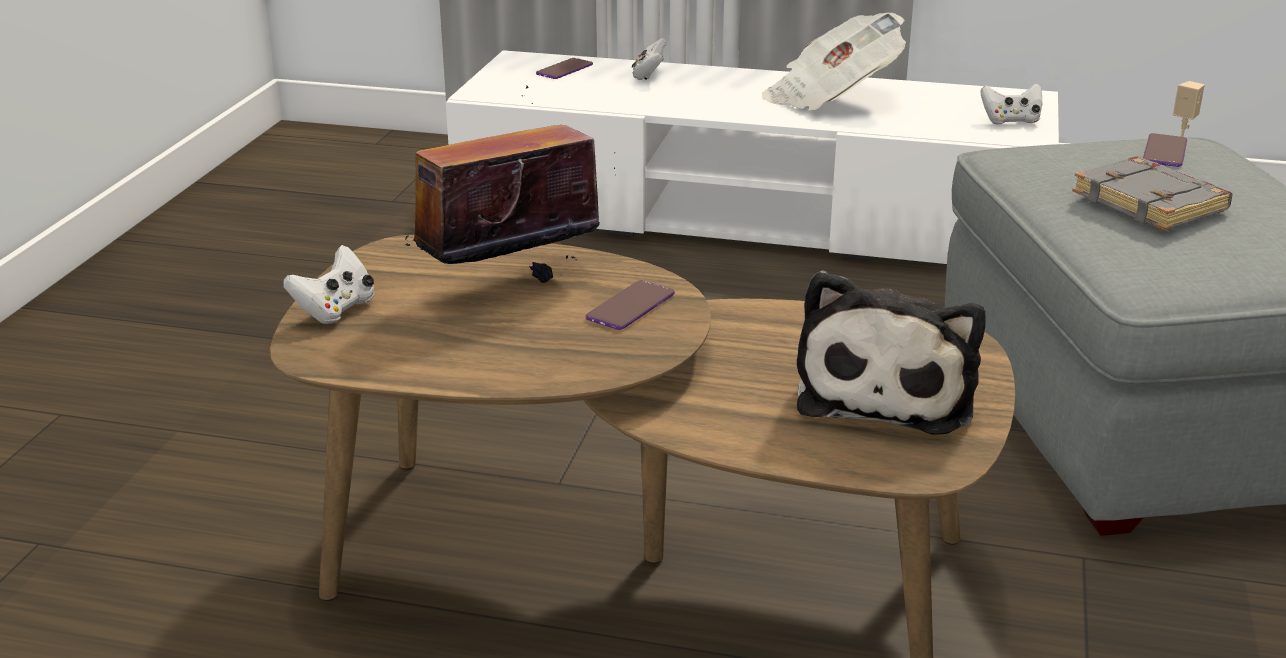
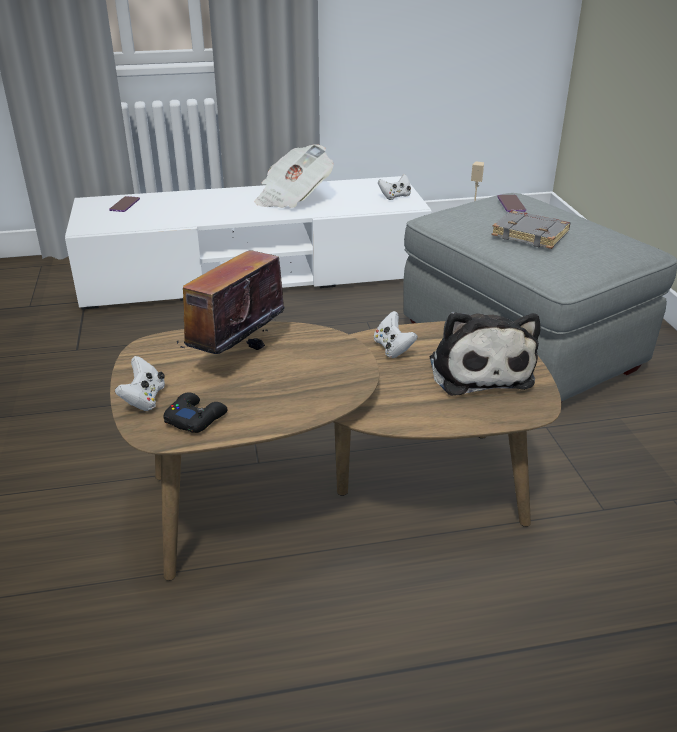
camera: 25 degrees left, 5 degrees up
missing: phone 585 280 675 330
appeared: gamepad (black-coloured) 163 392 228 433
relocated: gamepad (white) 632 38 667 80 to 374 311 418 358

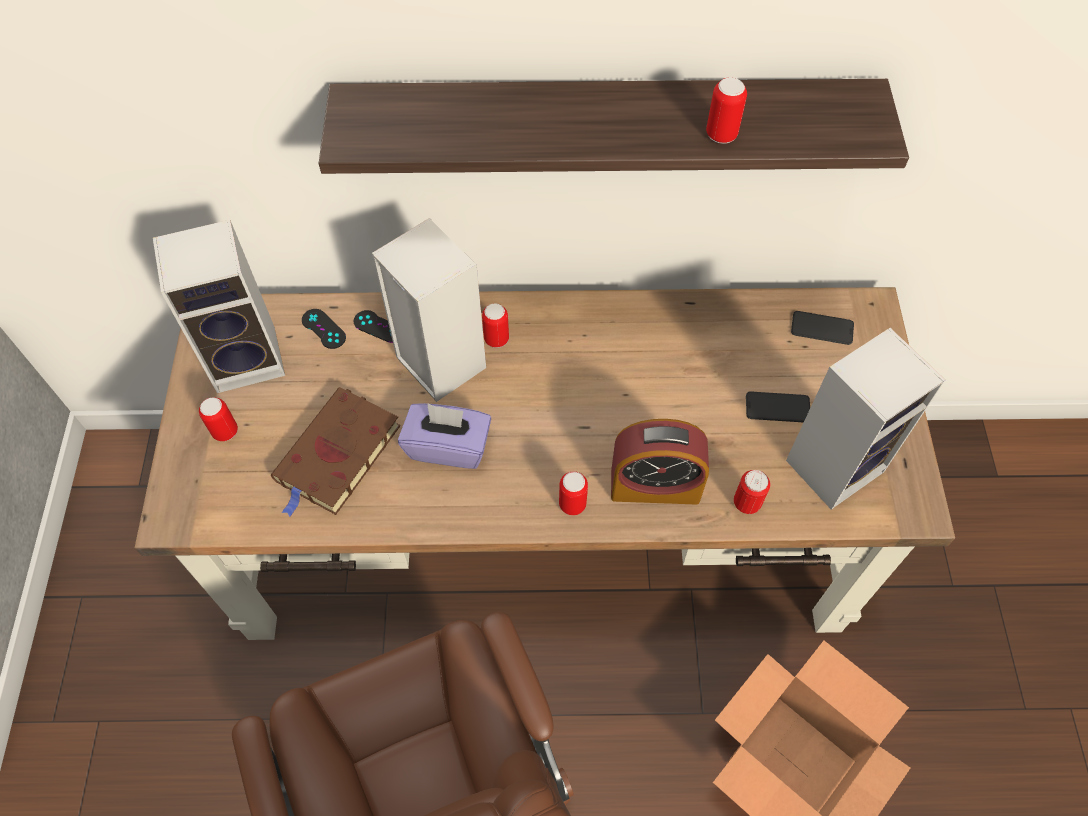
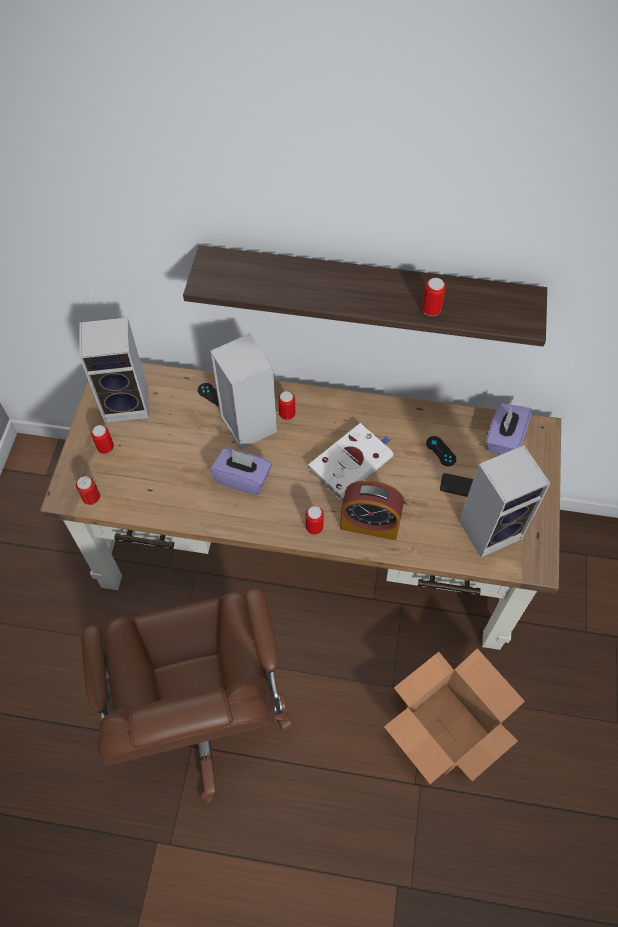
camera: 10 degrees right, 0 degrees up
missing: bound book (brown) 271 387 400 517
appeared: bound book (white) 308 423 394 500
relocated: gamepad (black-coloured) 302 309 346 349 to 426 436 456 466; metal can 734 470 770 514 to 76 476 100 505
exchanged: phone 791 311 854 345 to box of tissues (purple) 486 403 532 455

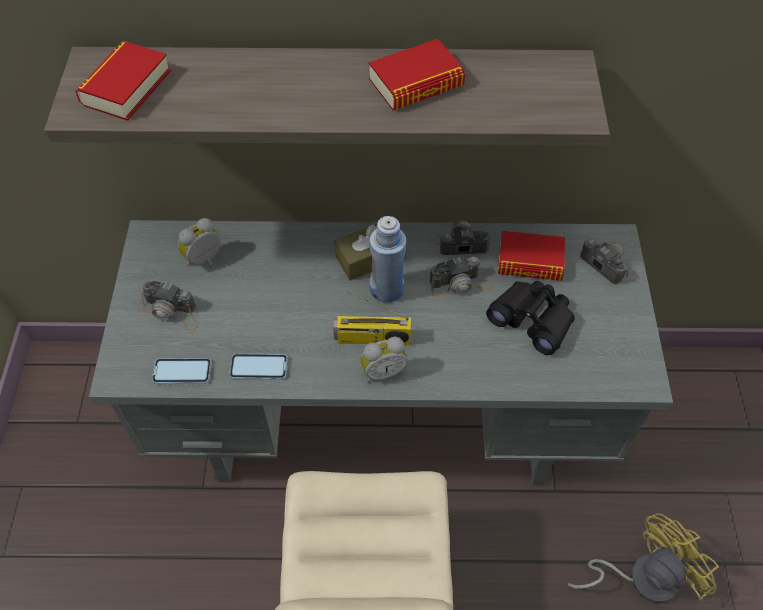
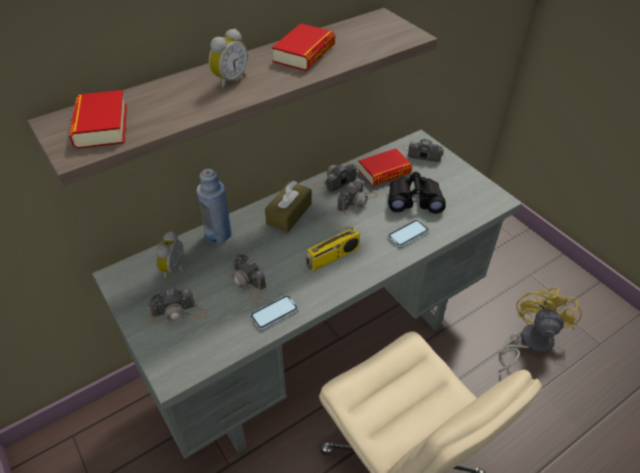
camera: 35 degrees left, 10 degrees down
appeared: still camera 228 253 266 304
relocated: phone 152 358 212 384 to 388 219 429 247; alarm clock 360 337 408 383 to 209 28 248 89; drink bottle (blue) 370 216 406 303 to 197 168 231 243

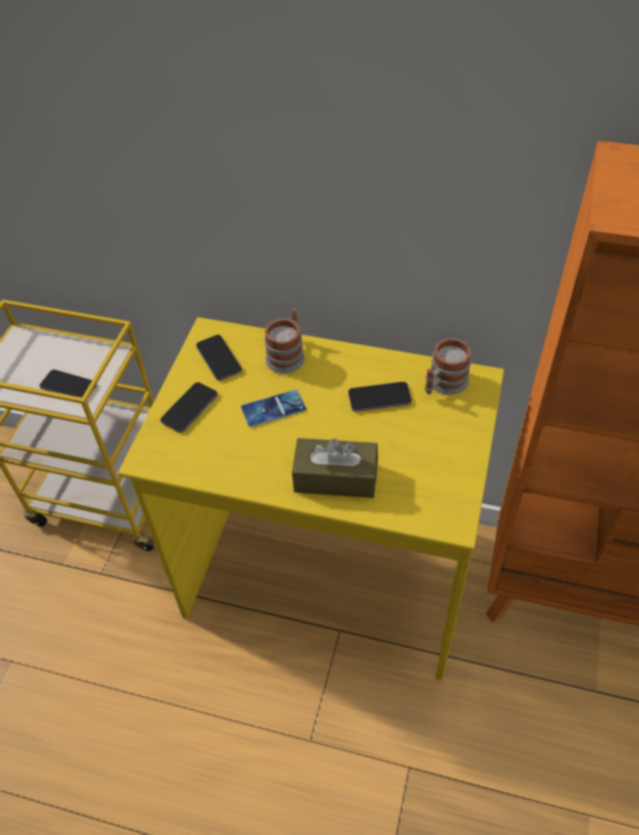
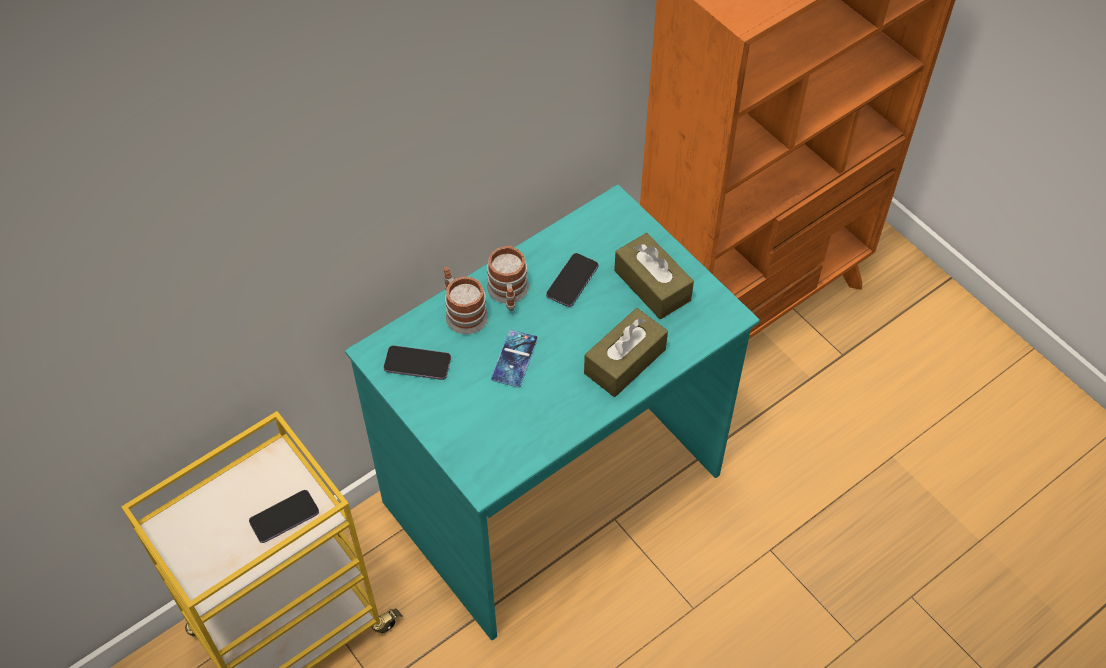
camera: 55 degrees left, 5 degrees up
missing: phone 160 382 218 433
appeared: box of tissues (brown) 614 233 694 319
relocated: mug 425 338 471 395 to 487 246 529 311
colour: desk table (yellow) 118 317 504 681 to desk table (turquoise-coloured) 345 185 760 640

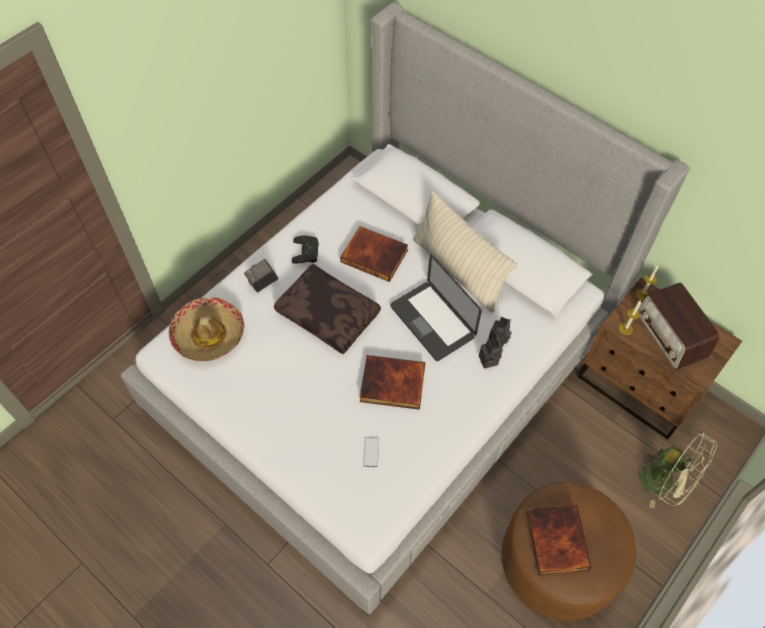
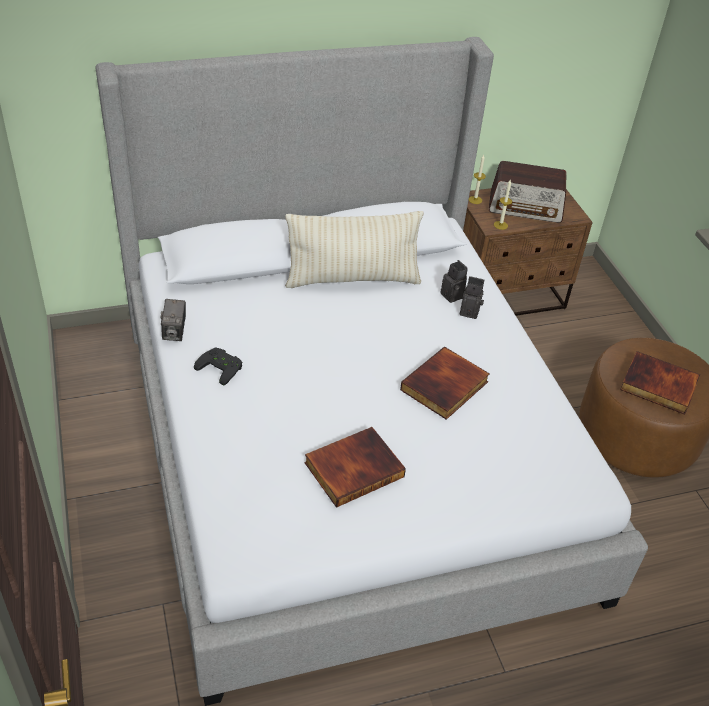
camera: 60 degrees left, 15 degrees down
missing: wearable hat 168 297 244 361; cushion (brown) 274 264 381 354; phone 363 437 379 467; laptop 390 254 482 361; cooling fan (greenish) 637 432 717 508
relocated: still camera 244 259 278 292 to 160 299 186 341; bound book 340 226 408 282 to 304 427 406 508

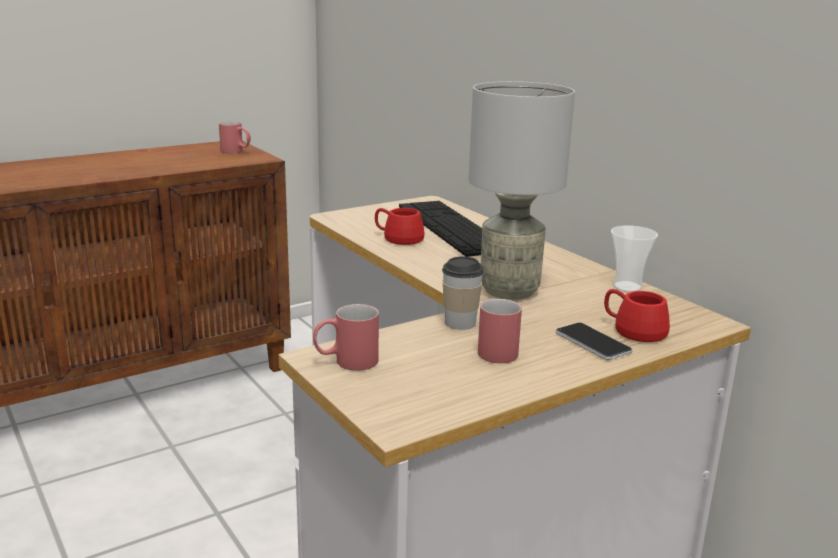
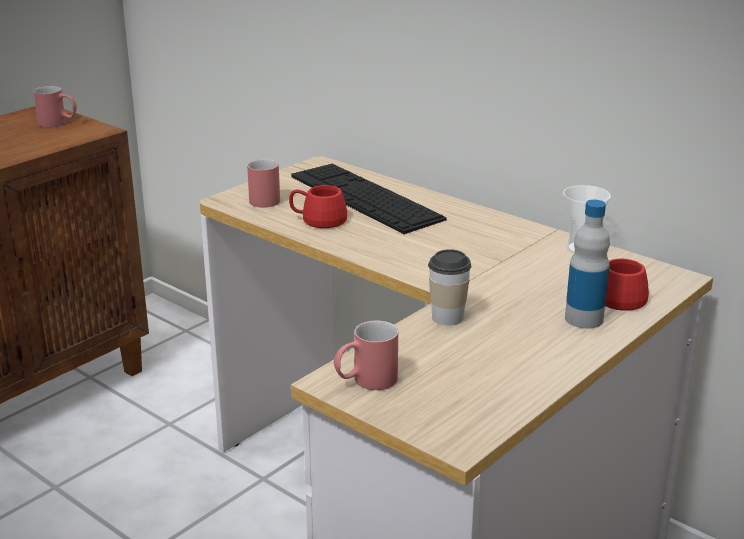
camera: 15 degrees left, 5 degrees up
missing: lamp for a table (greyish) 469 81 575 300
relocated: mug (red-coloured) 478 299 522 363 to 247 159 280 208
exchanged: phone 556 323 632 360 to drink bottle 565 200 610 329

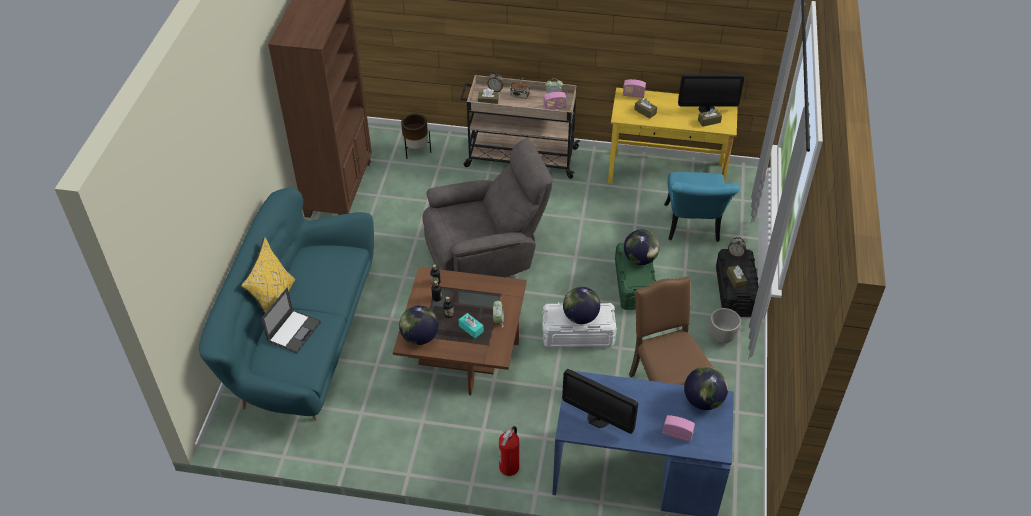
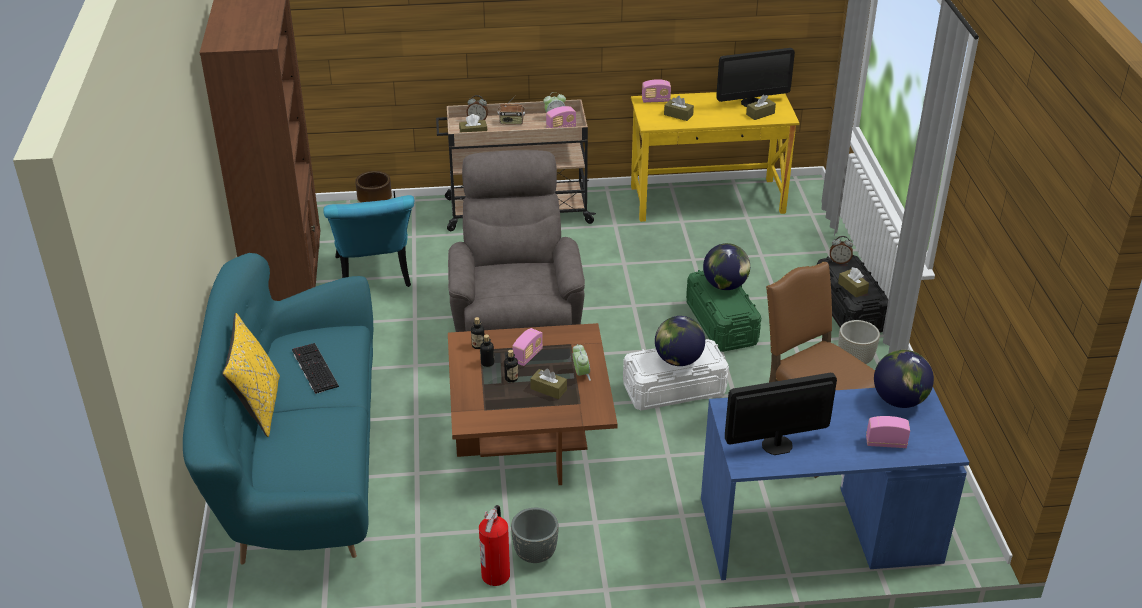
camera: 15 degrees left, 10 degrees down
missing: laptop 261 287 321 353; desk globe 399 306 439 345
appeared: keyboard 292 343 339 394; flower pot (greyish) 511 508 559 563; radio set 512 328 543 366
relocated: fire extinguisher 499 426 519 476 to 479 505 510 586; upright chair (turquoise-coloured) 664 172 740 242 to 323 195 414 287
colour: box of tissues (turquoise-coloured) 459 313 484 338 to box of tissues (brown) 530 369 567 399
spun: lounge chair (greyish) 422 140 553 277 = 448 150 585 332 60 degrees counterclockwise; computer screen 562 369 638 434 = 725 373 837 455 150 degrees clockwise

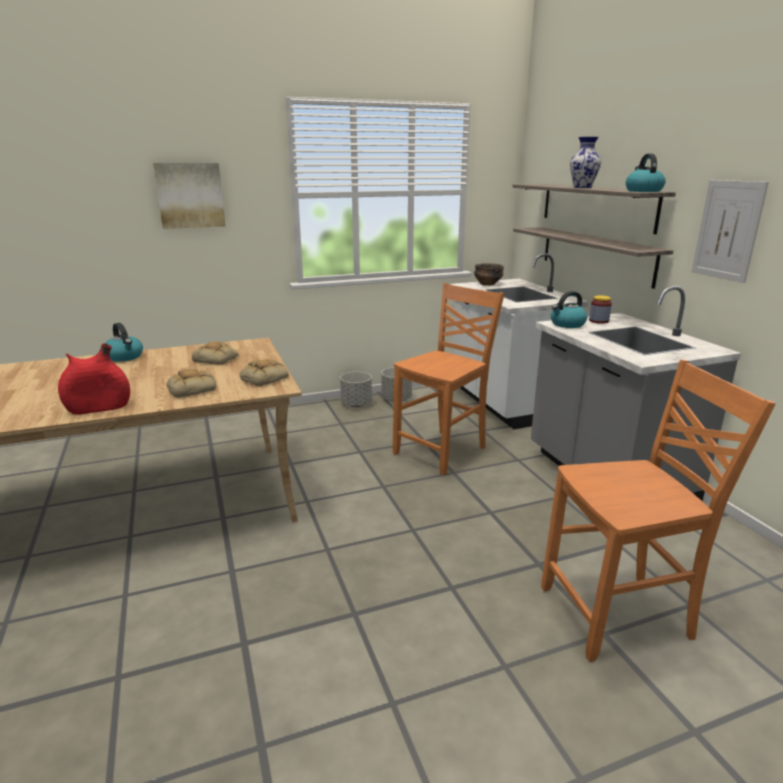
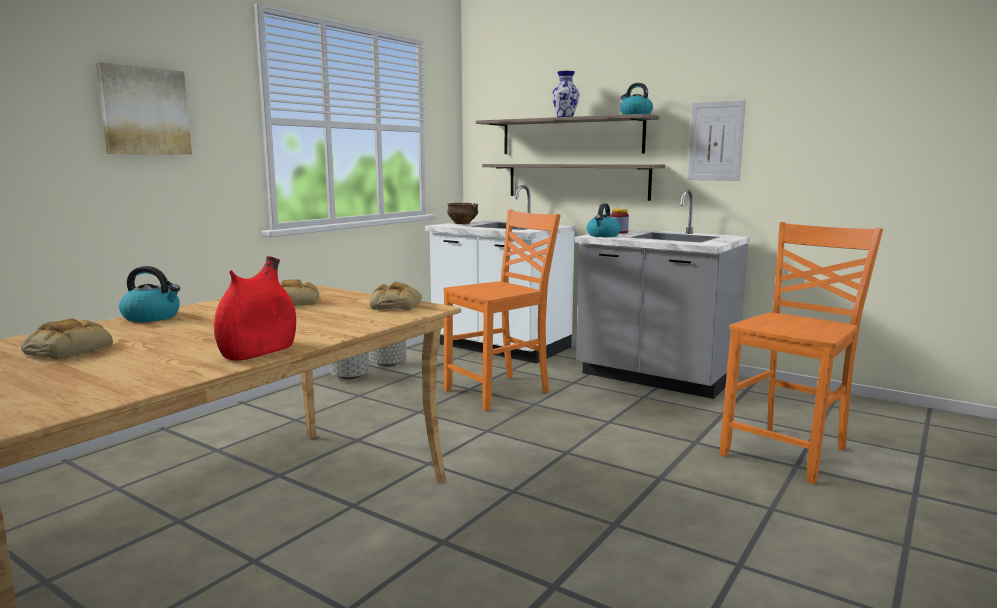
camera: 35 degrees left, 10 degrees down
relocated: bread 166 369 216 398 to 21 319 113 359
spun: upright chair (orange) 393 283 504 476 = 444 210 561 411 45 degrees clockwise

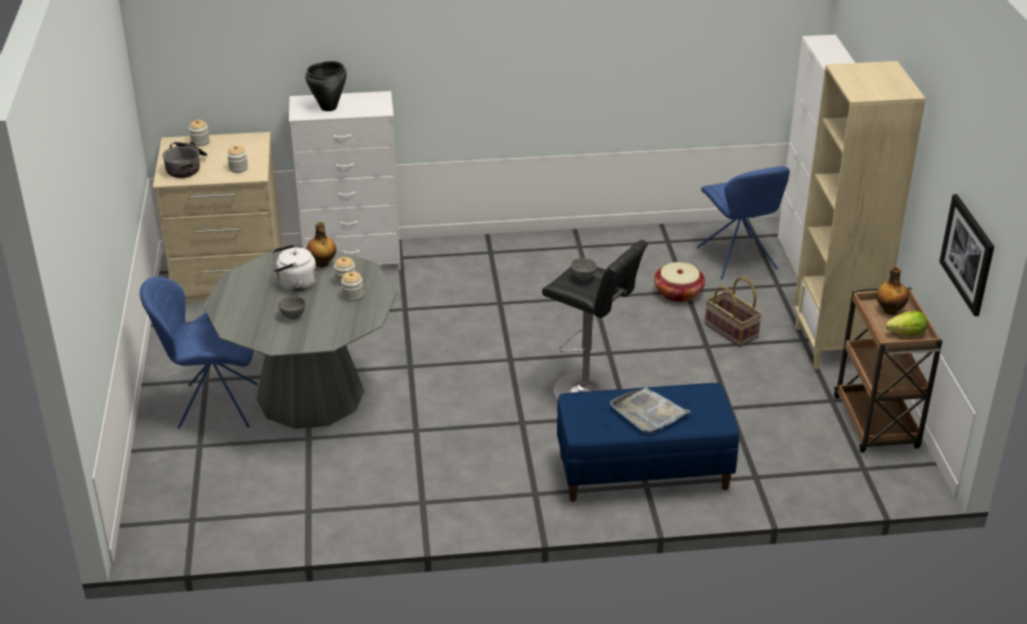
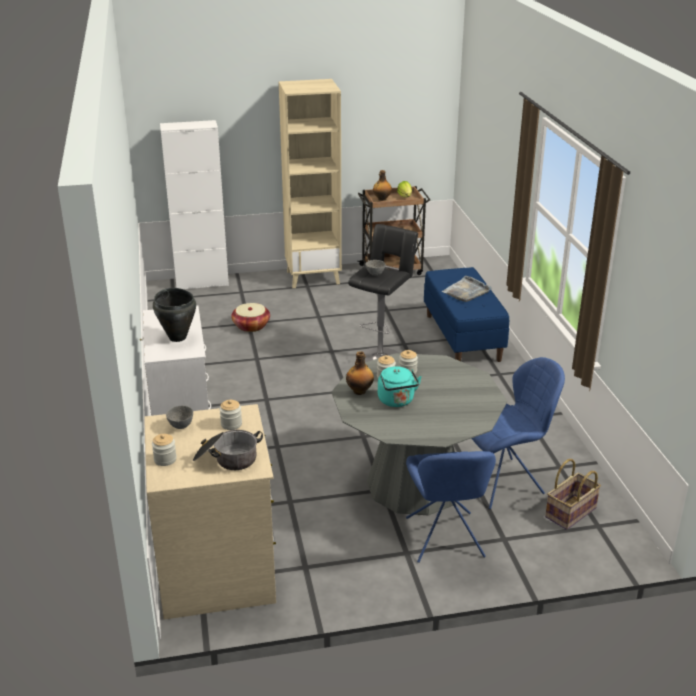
camera: 95 degrees left, 5 degrees down
missing: wall picture 939 194 994 316
relocated: serving bowl (greyish) 278 296 306 319 to 166 406 193 429; upright chair (blue) 697 166 790 279 to 471 357 565 509; household basket 705 277 762 347 to 545 459 601 530
colour: water kettle (white) 272 244 317 291 to water kettle (turquoise-coloured) 378 366 422 407

